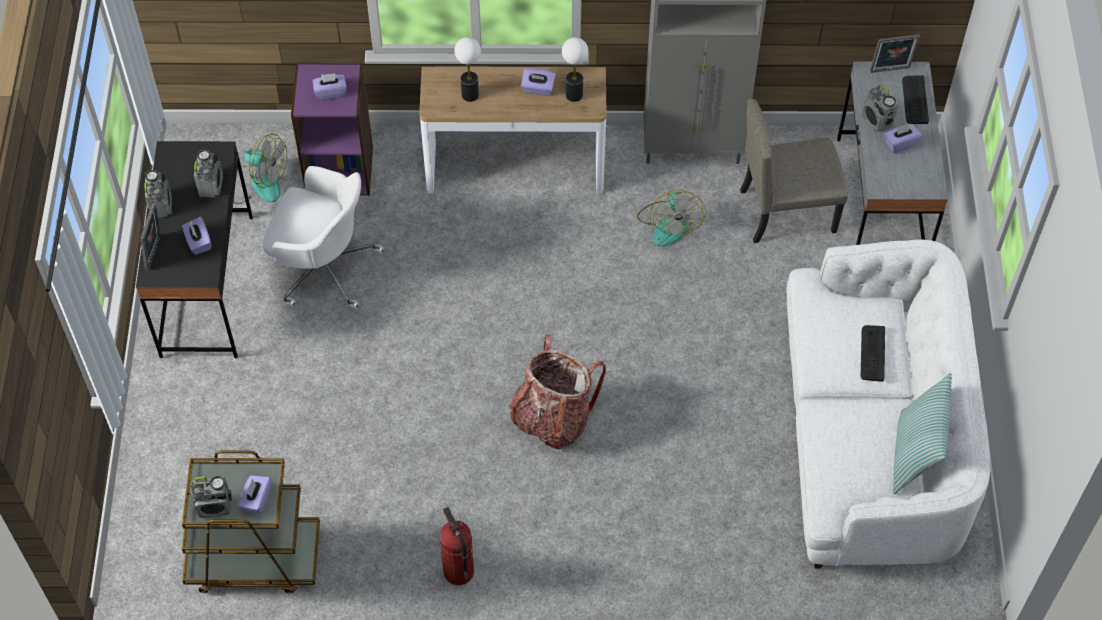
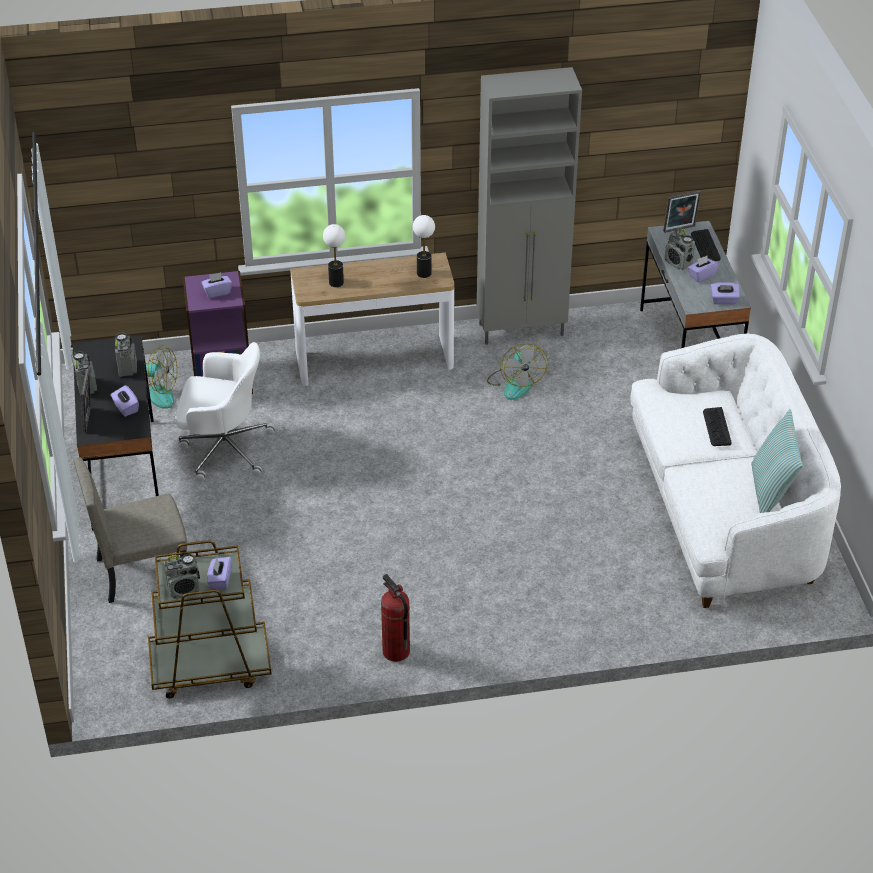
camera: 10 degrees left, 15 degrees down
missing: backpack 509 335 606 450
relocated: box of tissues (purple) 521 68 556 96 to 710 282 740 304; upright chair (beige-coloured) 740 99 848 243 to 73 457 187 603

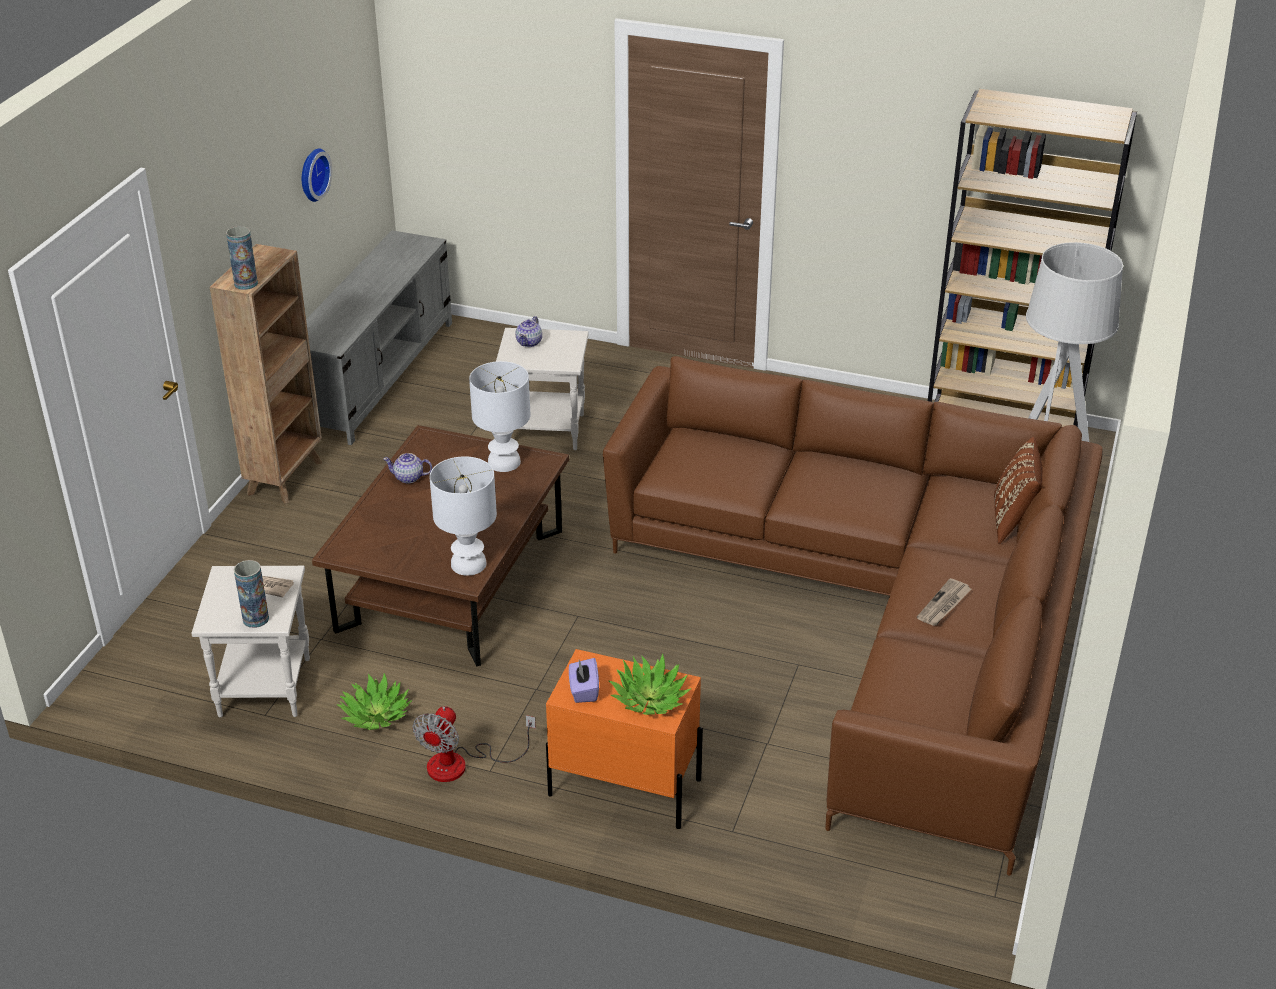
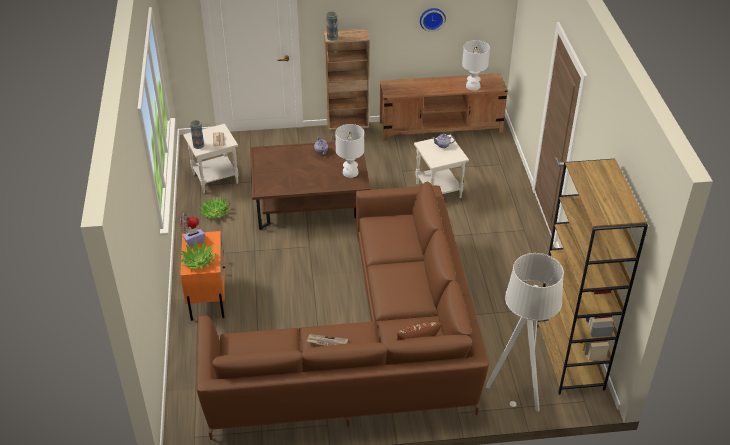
camera: 65 degrees right, 5 degrees up
relocated: lamp for a table (white) 430 456 497 576 to 462 40 490 91
colour: media console (greyish) 306 230 452 445 to media console (brown) 380 73 508 140

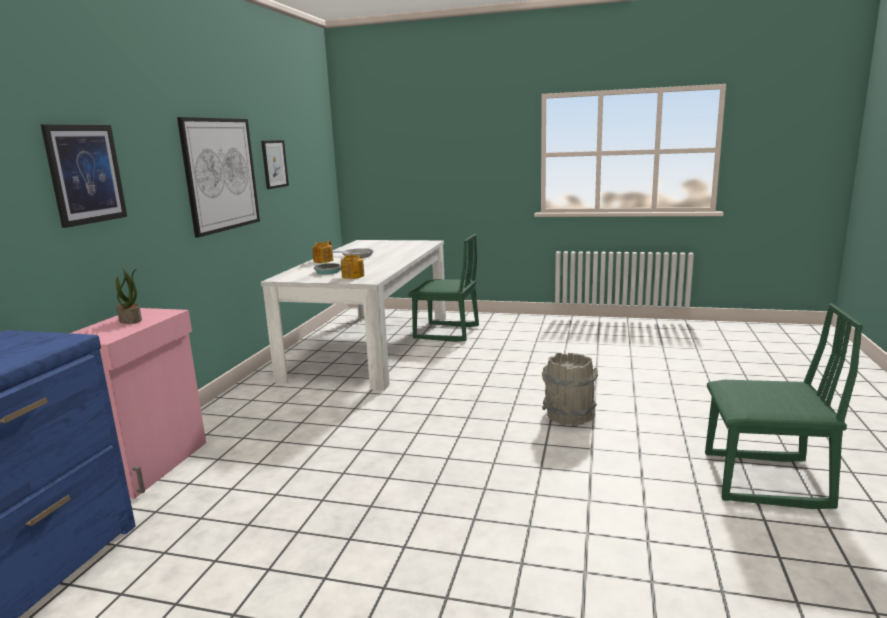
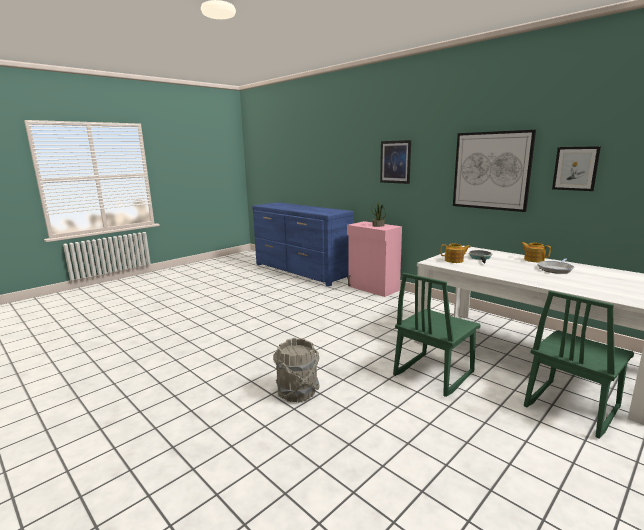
camera: 120 degrees right, 0 degrees up
relocated: upright chair (greenish) 705 304 863 509 to 393 273 481 397

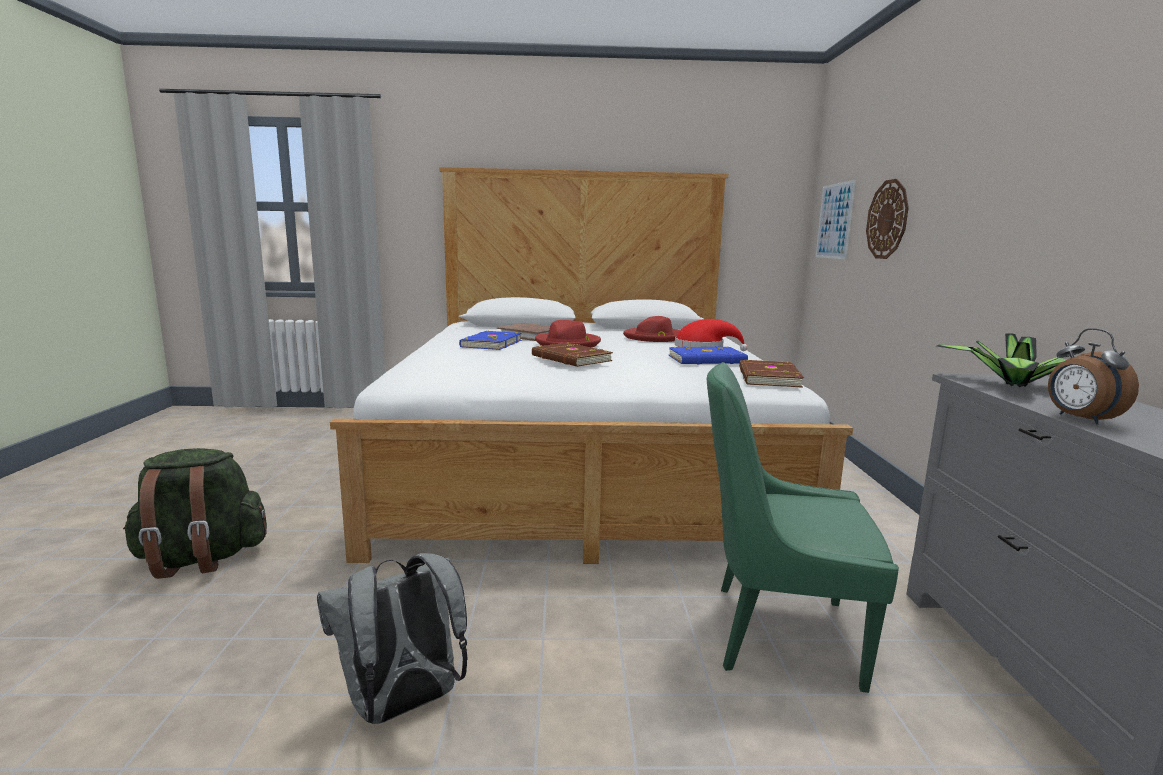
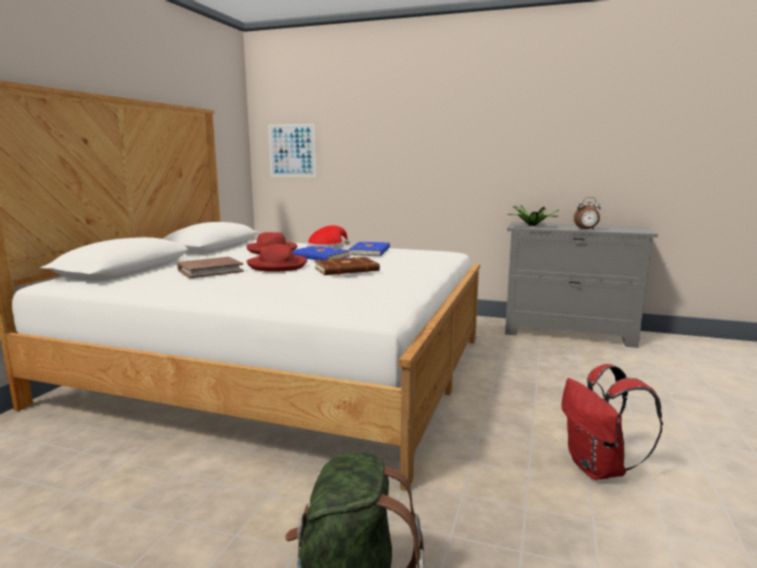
camera: 70 degrees left, 0 degrees up
missing: upright chair (greenish) 707 362 899 693; bound book (brown) 739 360 804 388; clock on the wall 866 179 909 259
relocated: bound book (blue) 459 331 522 350 to 292 246 350 260
colour: backpack (greyish) 317 553 468 724 to backpack (red-coloured) 562 364 663 480

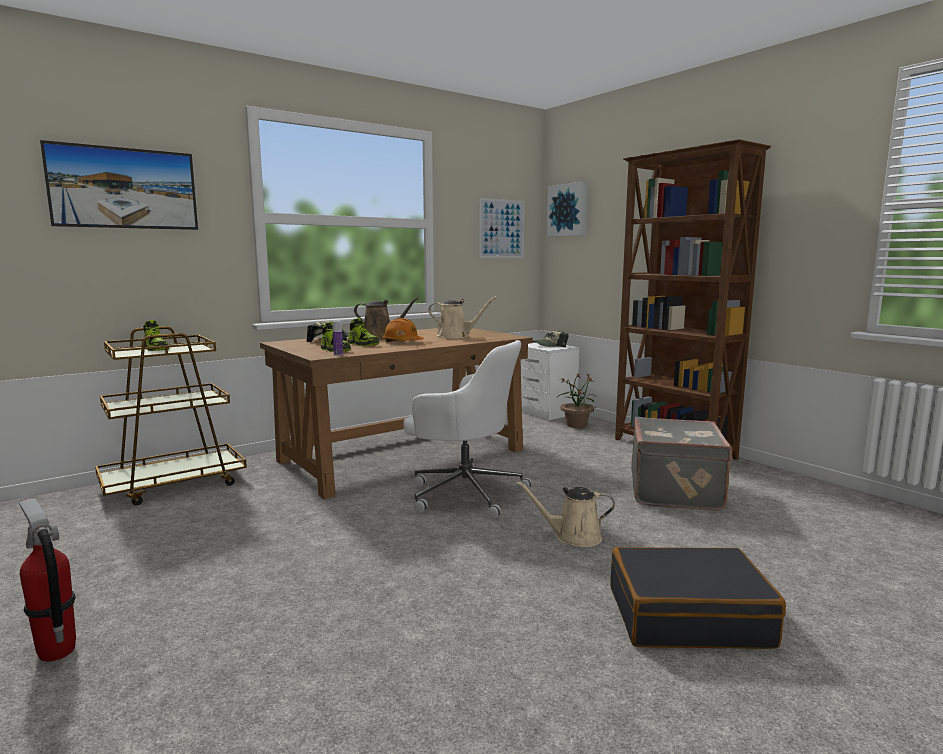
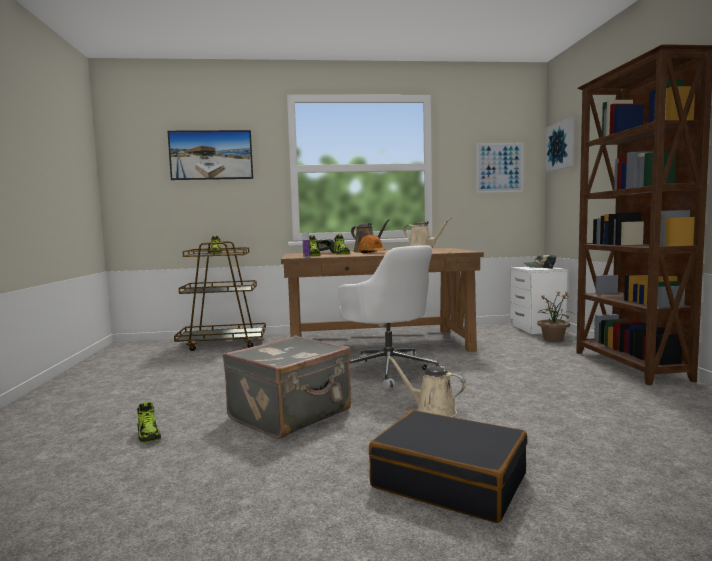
camera: 30 degrees right, 5 degrees down
missing: fire extinguisher 18 497 76 662
appeared: item of footwear 137 402 161 443
relocated: piece of luggage (greyish) 631 417 733 511 to 222 335 351 439

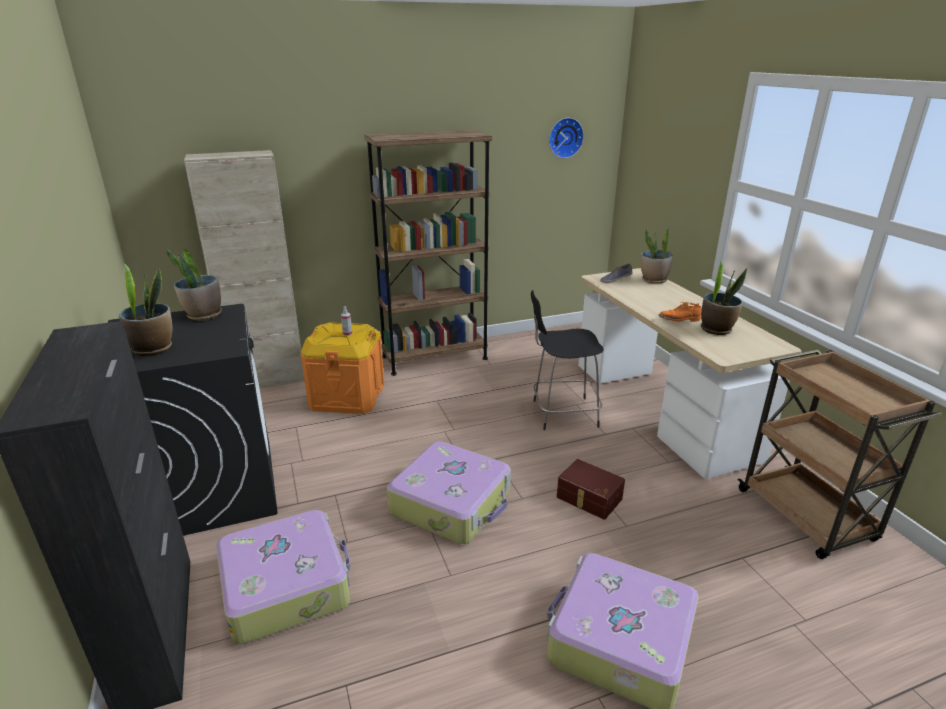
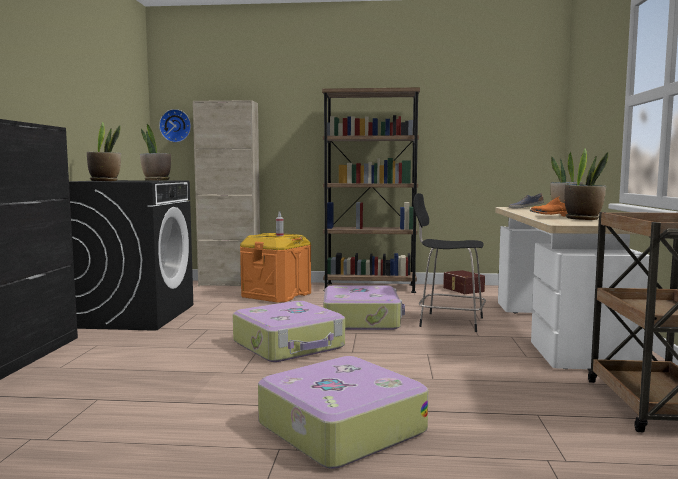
camera: 25 degrees right, 20 degrees down
relocated: piece of luggage 216 510 351 645 to 323 285 405 330; clock on the wall 549 118 584 158 to 159 109 191 143; storage box (brown) 557 459 625 520 to 443 270 485 294

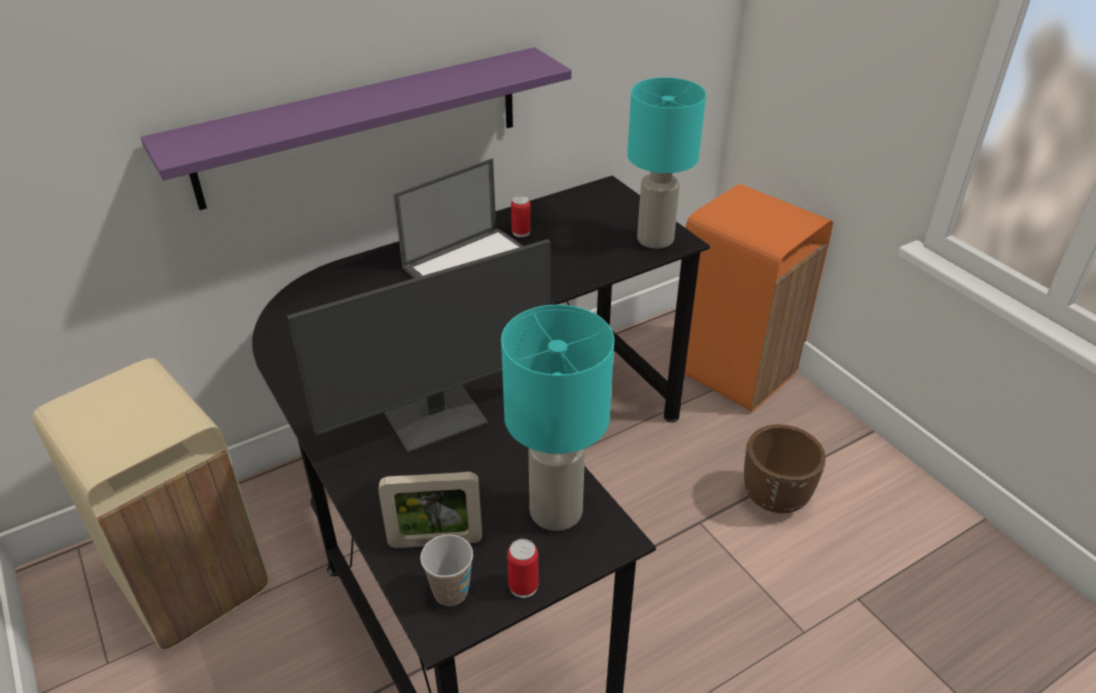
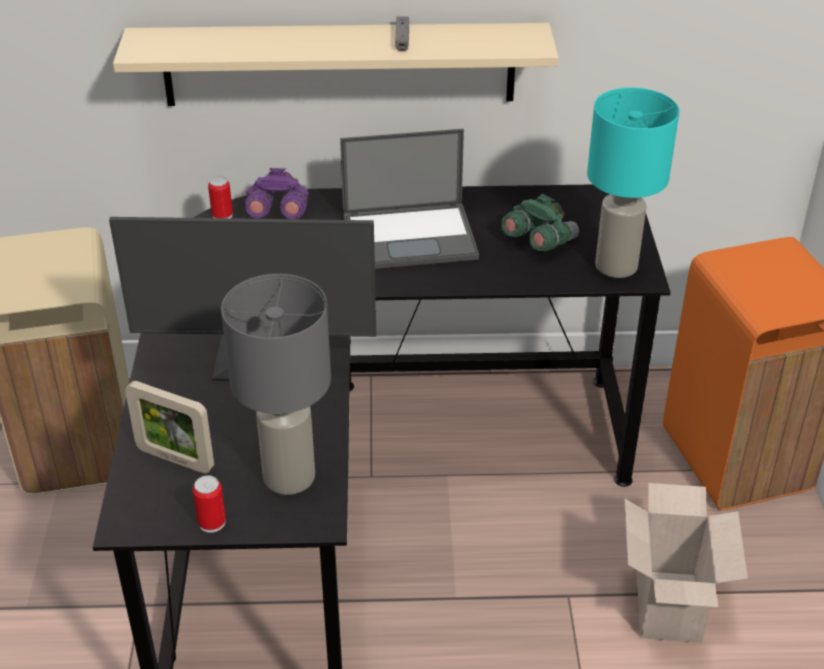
camera: 30 degrees right, 0 degrees up
missing: cup 420 534 473 606
appeared: binoculars (purple) 245 168 309 219; gamepad (greyish) 395 16 409 51; binoculars (greenish) 501 194 579 251
relocated: metal can 511 196 531 237 to 208 176 233 218
exchanged: flower pot (brown) 744 424 826 513 to cardboard box 624 483 748 643
colour: shelf (purple) 141 47 572 210 to shelf (beige-coloured) 113 23 559 106; lamp for a table (turquoise-coloured) 501 305 614 531 to lamp for a table (greyish) 221 274 331 495

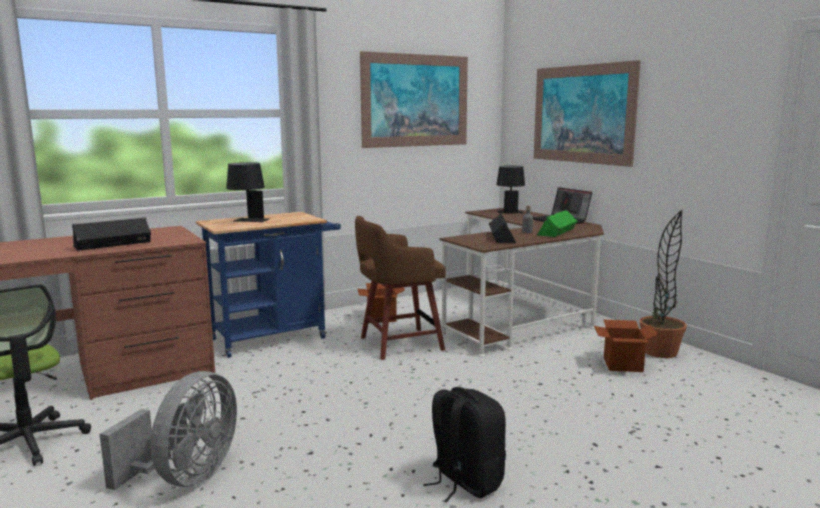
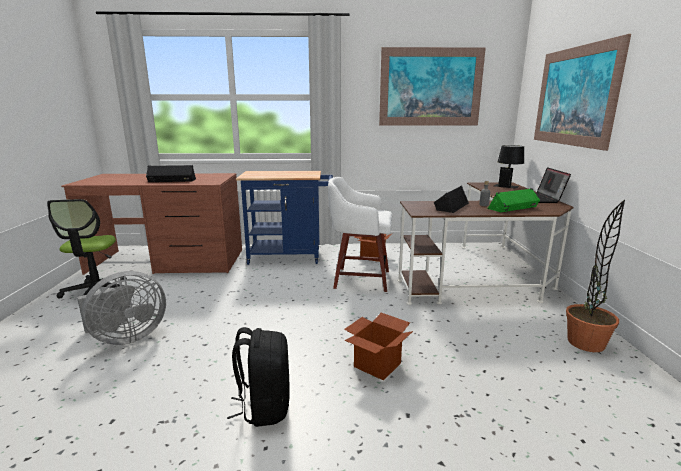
camera: 30 degrees right, 5 degrees up
missing: lamp for a table (black-coloured) 226 162 269 222
relocated: cardboard box 594 320 658 372 to 344 313 413 381
colour: stool (brown) 355 216 446 360 to stool (white) 328 177 392 292

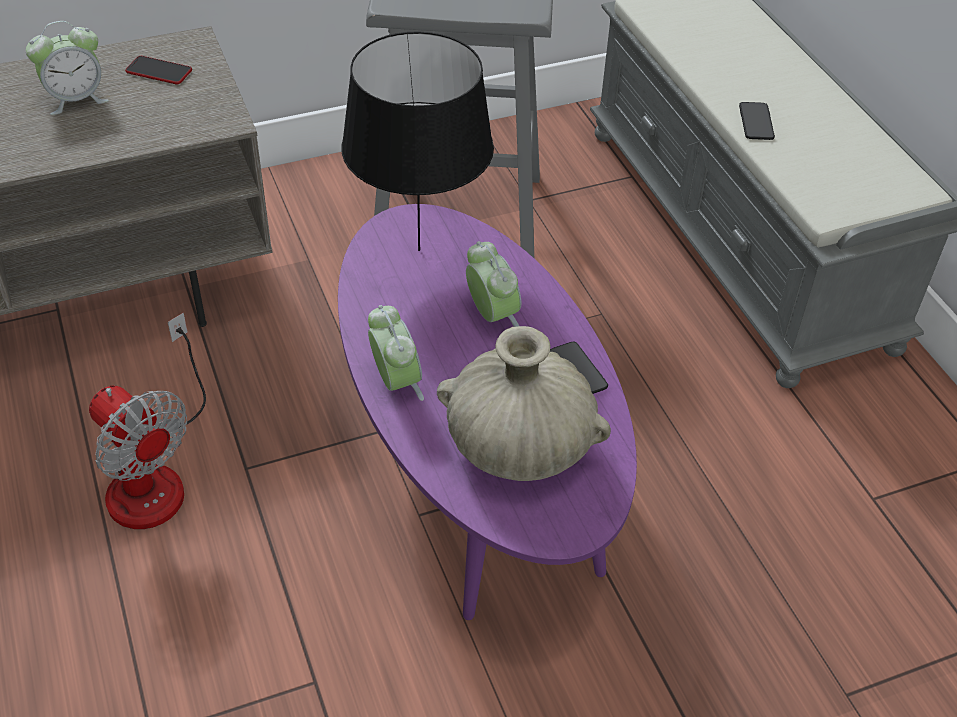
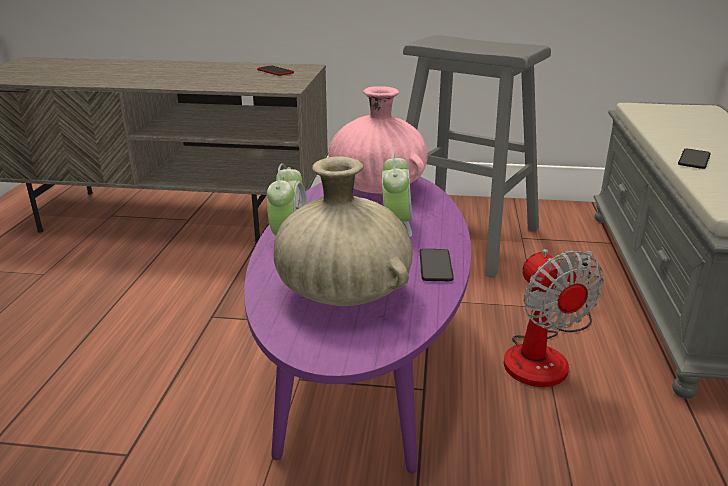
camera: 30 degrees right, 20 degrees down
missing: alarm clock 26 21 109 115
relocated: cooling fan 89 313 206 529 to 504 249 604 387
exchanged: lamp for a table (black-coloured) 341 31 494 251 to vase (pink-coloured) 329 86 428 194

